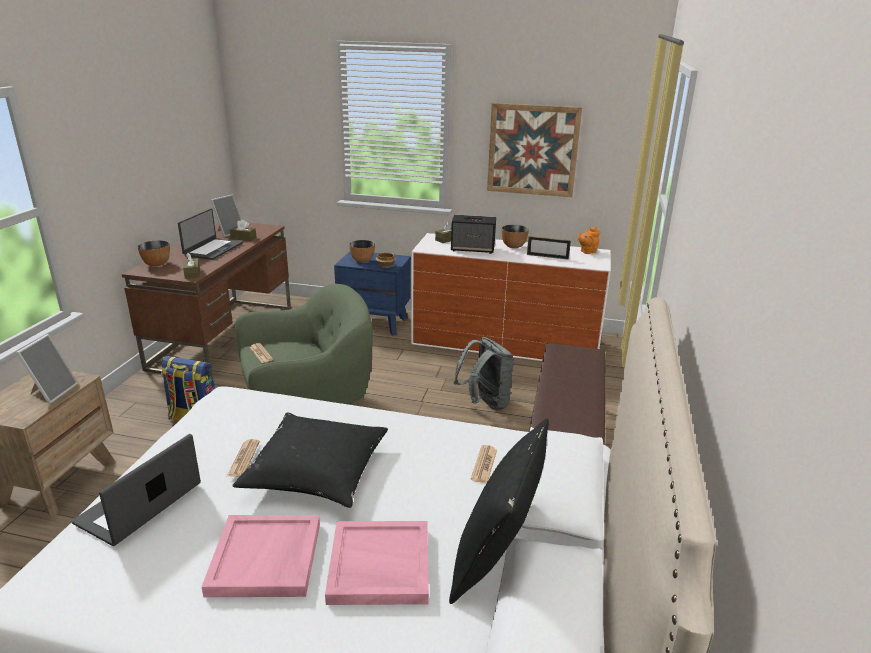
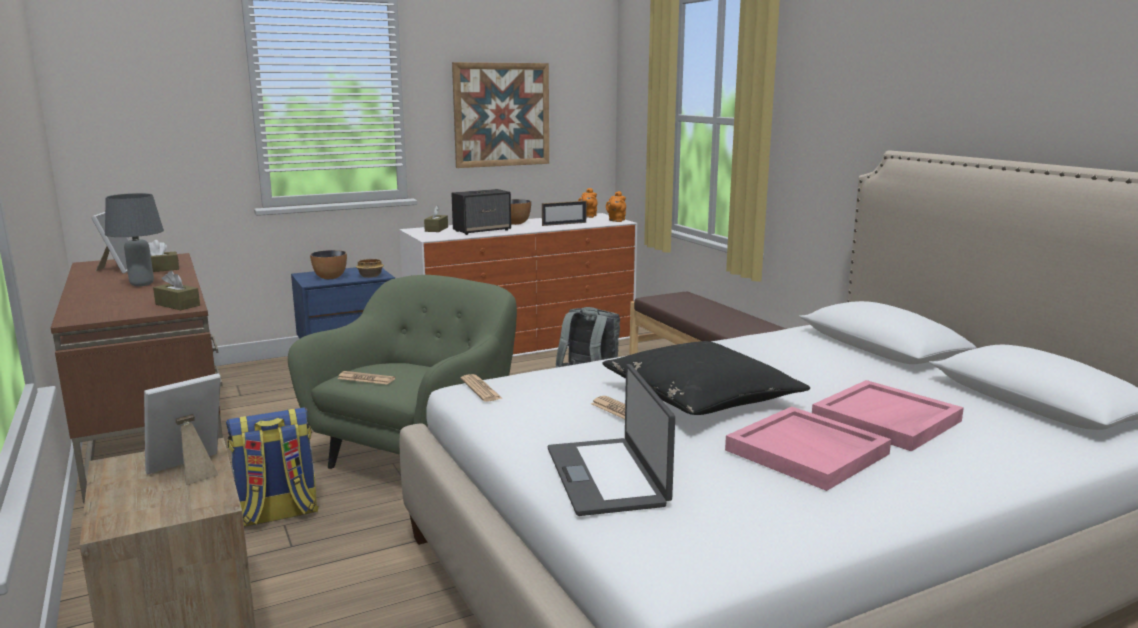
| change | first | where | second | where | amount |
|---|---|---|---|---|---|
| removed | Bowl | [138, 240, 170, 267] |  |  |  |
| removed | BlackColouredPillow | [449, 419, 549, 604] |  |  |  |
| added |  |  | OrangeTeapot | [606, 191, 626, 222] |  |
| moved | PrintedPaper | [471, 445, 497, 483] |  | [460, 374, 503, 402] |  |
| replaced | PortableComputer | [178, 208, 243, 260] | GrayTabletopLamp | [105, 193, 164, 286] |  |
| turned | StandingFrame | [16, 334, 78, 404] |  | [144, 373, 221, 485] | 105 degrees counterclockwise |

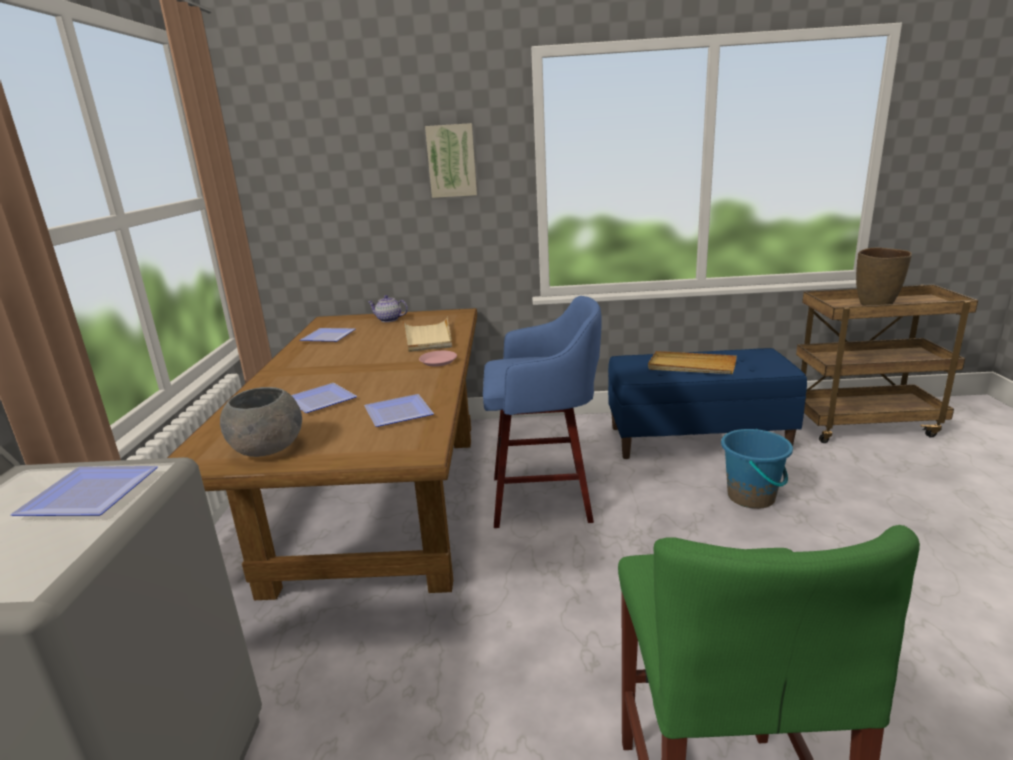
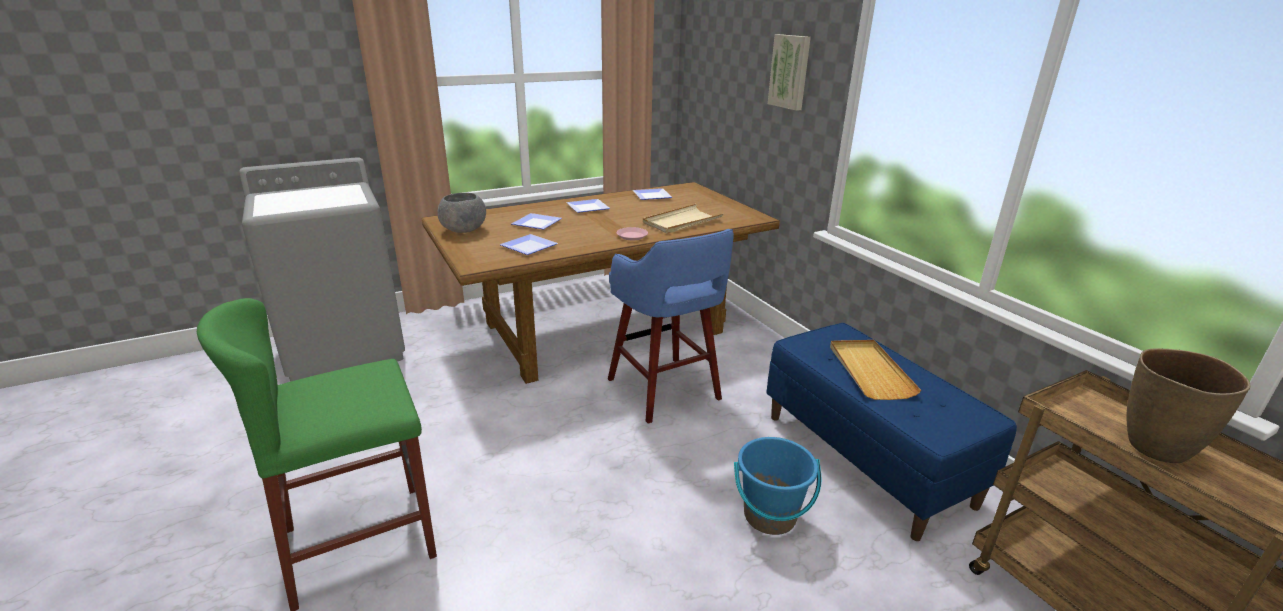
| change | first | where | second | where | amount |
|---|---|---|---|---|---|
| removed | Teapot | [368, 295, 408, 322] |  |  |  |
| moved | FlatDish | [10, 466, 158, 516] |  | [566, 199, 610, 213] |  |

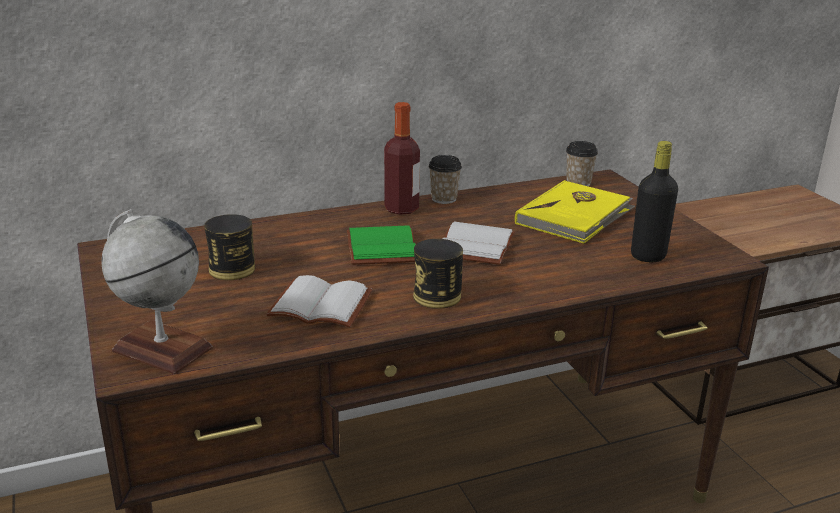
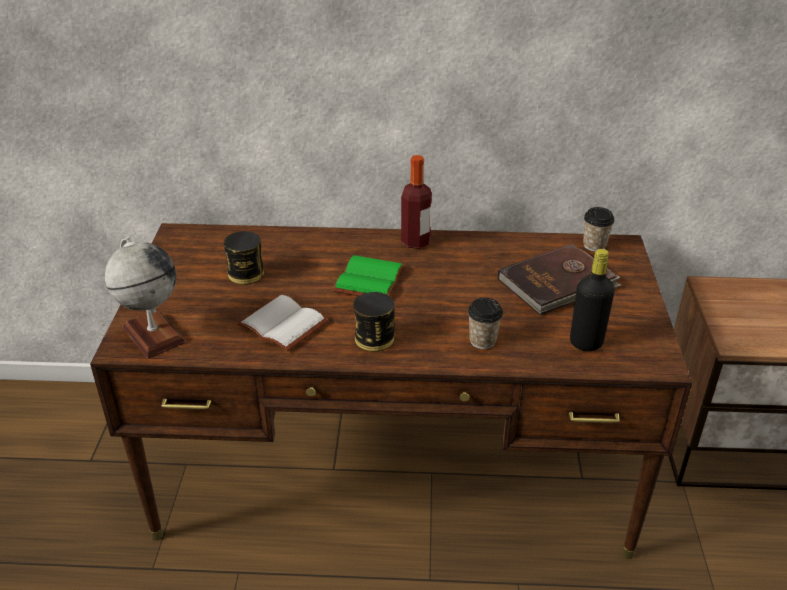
| change | first | where | second | where | amount |
|---|---|---|---|---|---|
| removed | WhitishBoundBook | [442, 222, 515, 265] |  |  |  |
| moved | SmallCup | [428, 155, 462, 204] |  | [468, 298, 503, 349] |  |
| recoloured | YellowBoundBook | [515, 180, 636, 244] | BrownColouredBoundBook | [498, 243, 621, 315] |  |

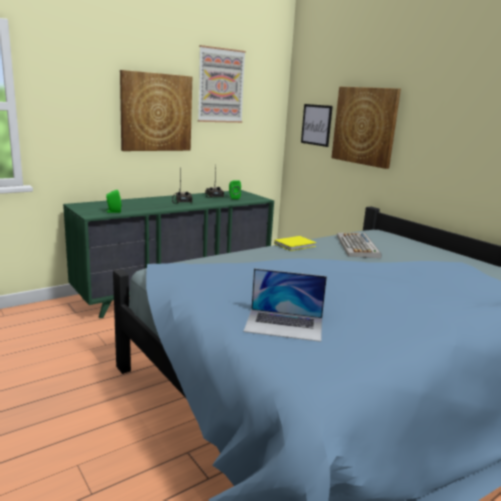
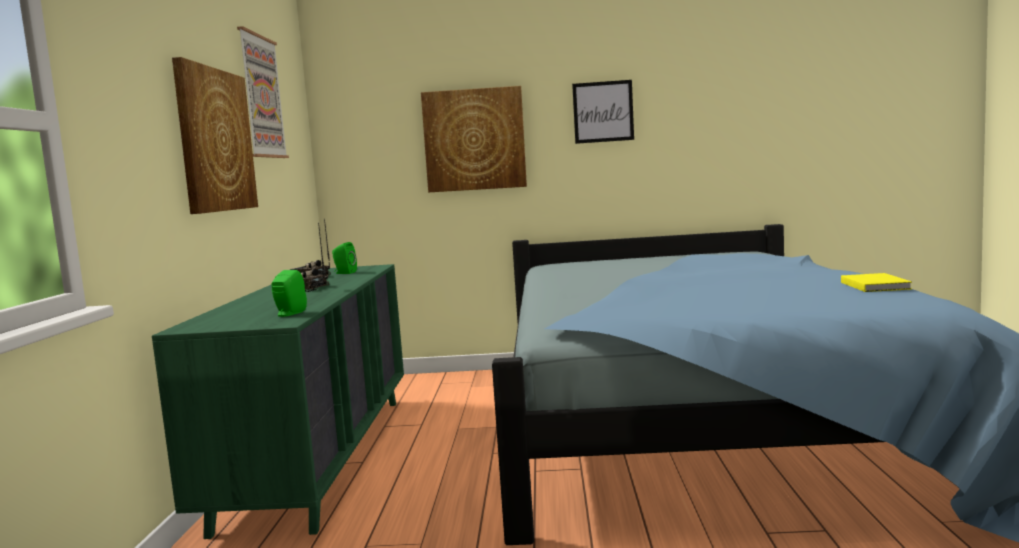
| change | first | where | second | where | amount |
|---|---|---|---|---|---|
| removed | PortableComputer | [243, 268, 327, 342] |  |  |  |
| removed | PcKeyboard | [337, 233, 381, 258] |  |  |  |
| moved | YellowBoundBook | [274, 236, 317, 251] |  | [841, 273, 912, 292] |  |
| moved | WallPicture | [301, 104, 333, 147] |  | [572, 80, 634, 144] |  |

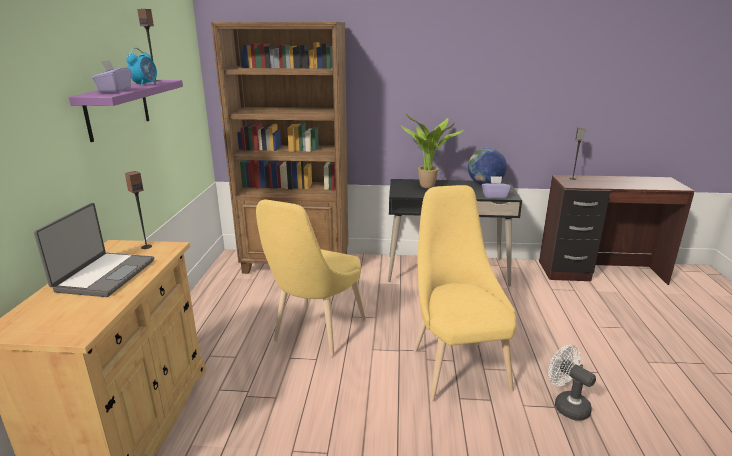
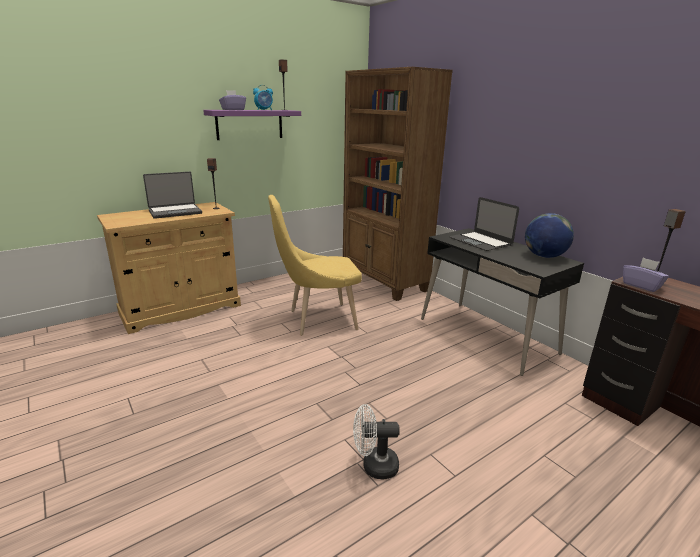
| change | first | where | second | where | amount |
|---|---|---|---|---|---|
| removed | YellowPlainChair | [413, 185, 516, 402] |  |  |  |
| moved | PurpleColouredTissueHolder | [482, 176, 511, 198] |  | [623, 258, 669, 292] |  |
| replaced | PlantInAPot | [401, 112, 464, 188] | PortableComputer | [450, 197, 519, 251] |  |
| turned | WhitishCoolingFan | [548, 345, 596, 421] |  | [353, 404, 400, 479] | 105 degrees counterclockwise |

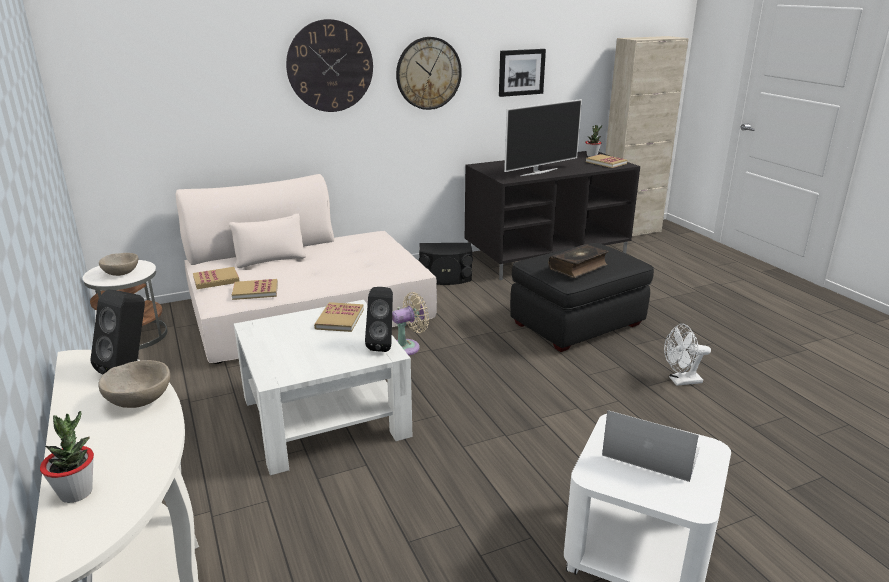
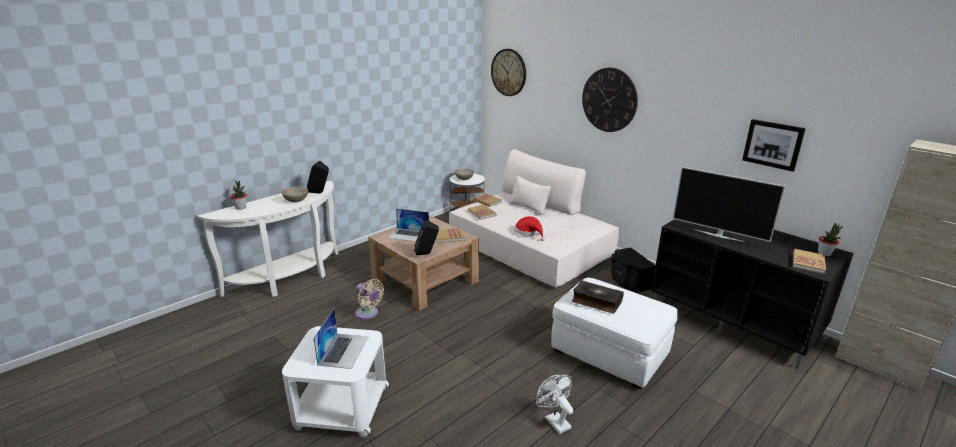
| change | first | where | second | where | amount |
|---|---|---|---|---|---|
| added |  |  | PortableComputer | [388, 208, 429, 242] |  |
| added |  |  | RedWearableHat | [515, 217, 545, 241] |  |
| moved | SandColouredCoolingFan | [392, 292, 429, 355] |  | [355, 279, 384, 320] |  |
| moved | WallClock | [396, 37, 462, 110] |  | [491, 49, 526, 96] |  |
| recoloured | WhitishCoffeeTable | [234, 300, 412, 475] | BrownColouredCoffeeTable | [368, 215, 479, 311] |  |
| recoloured | BlackColouredFootrest | [510, 243, 654, 352] | WhitishFootrest | [551, 278, 678, 390] |  |

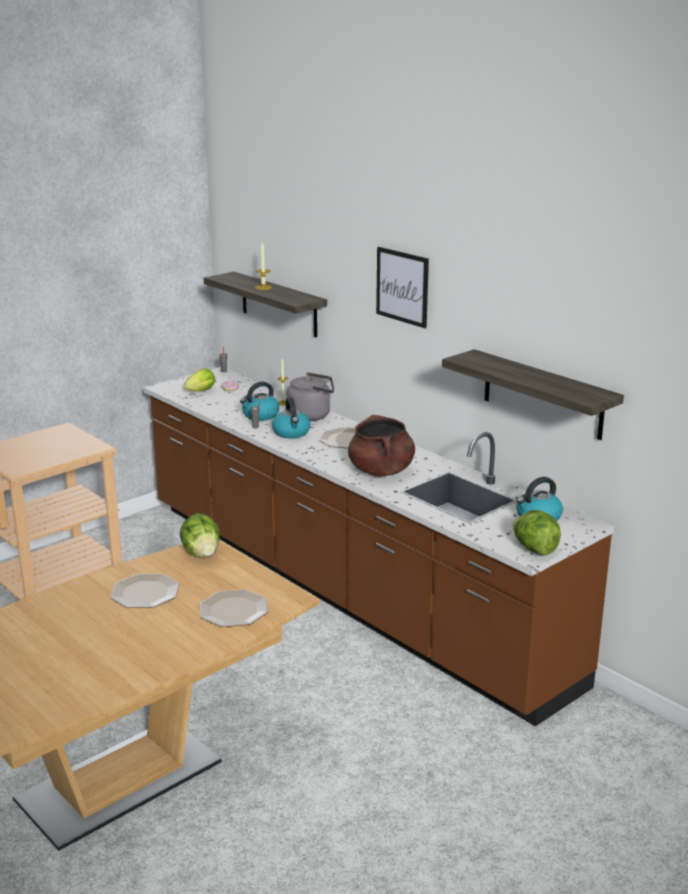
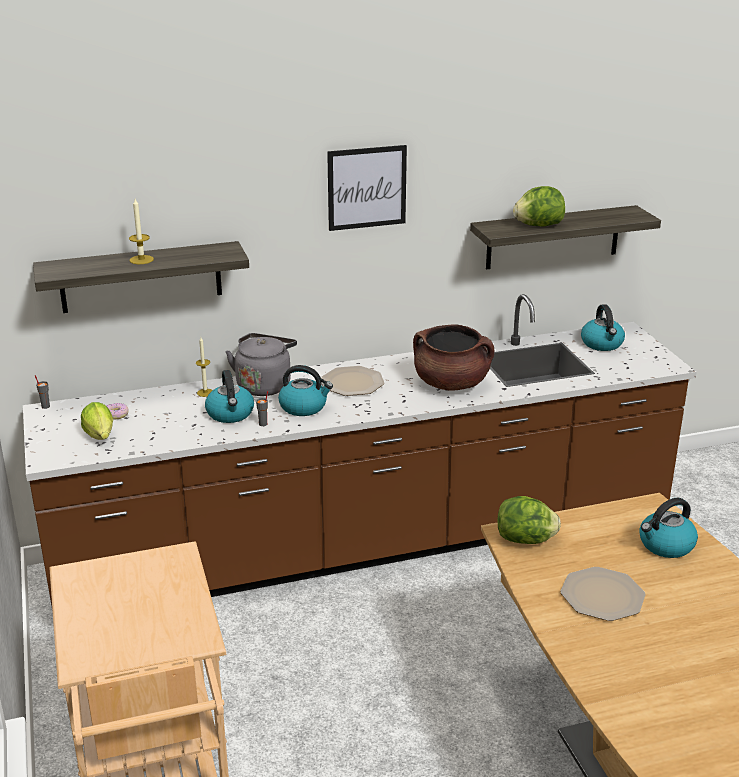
| change | first | where | second | where | amount |
|---|---|---|---|---|---|
| moved | HeadOfLettuce | [512, 510, 561, 555] |  | [513, 186, 565, 226] |  |
| replaced | FlatDish | [200, 589, 268, 627] | Kettle | [639, 498, 698, 558] |  |

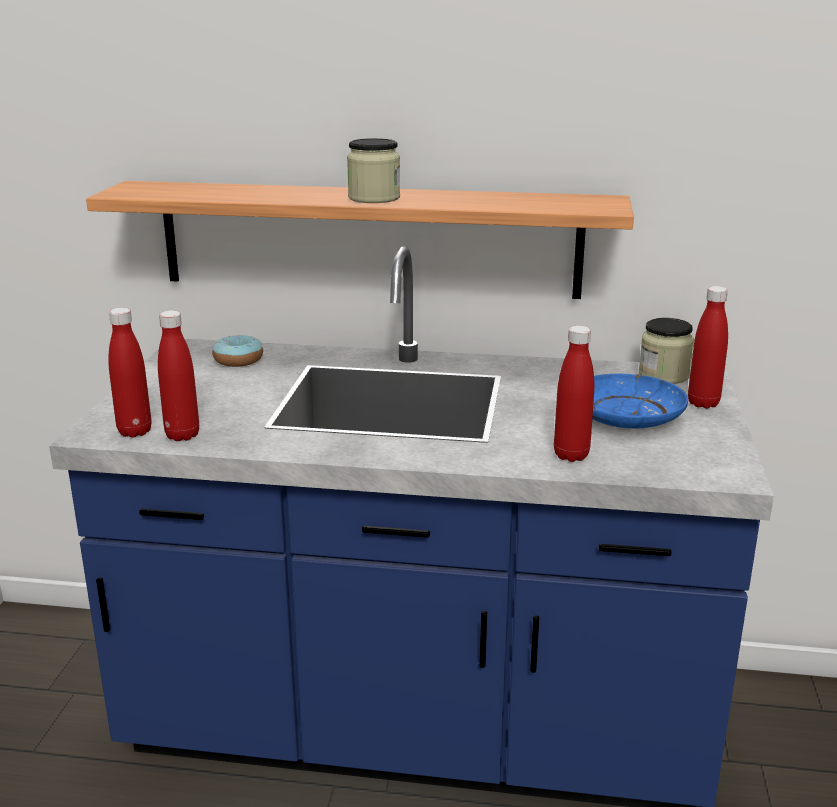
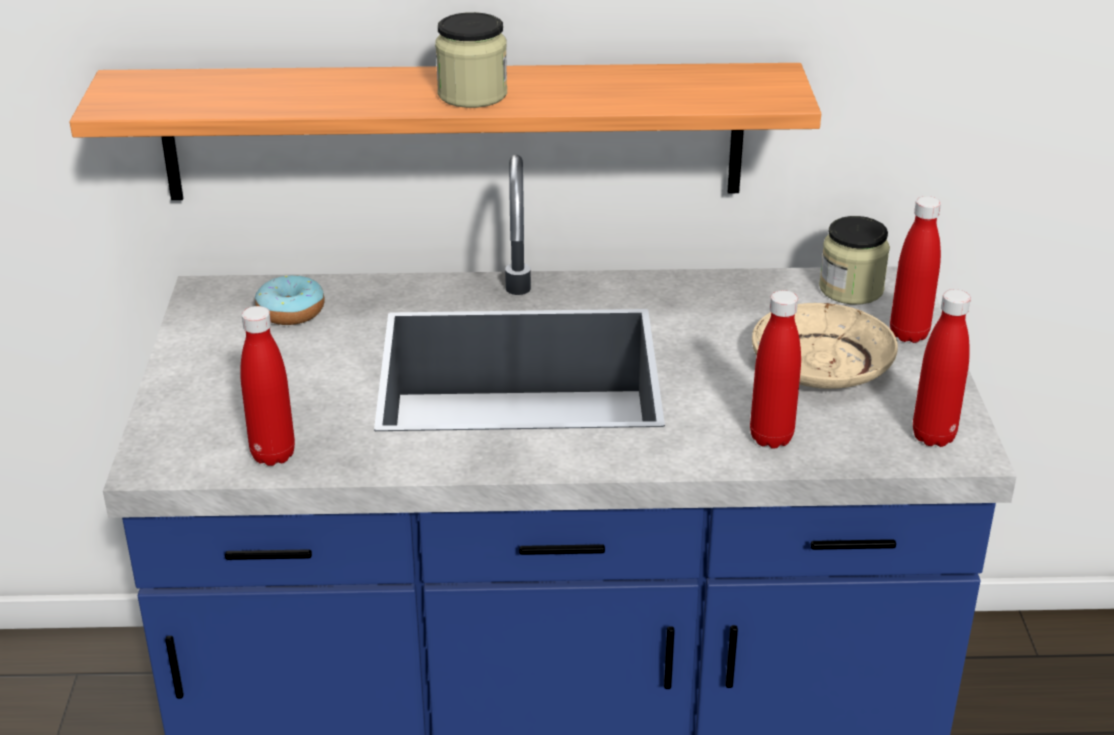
| change | first | where | second | where | amount |
|---|---|---|---|---|---|
| moved | RedBeverageBottle | [108, 308, 152, 438] |  | [913, 289, 971, 447] |  |
| recoloured | BlueColouredFlatDish | [592, 374, 688, 429] | SandColouredFlatDish | [752, 303, 898, 389] |  |

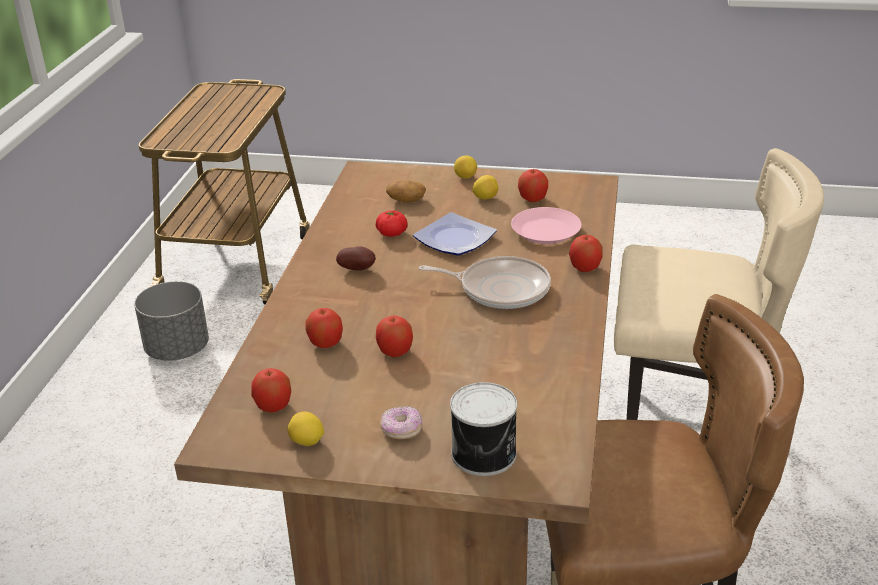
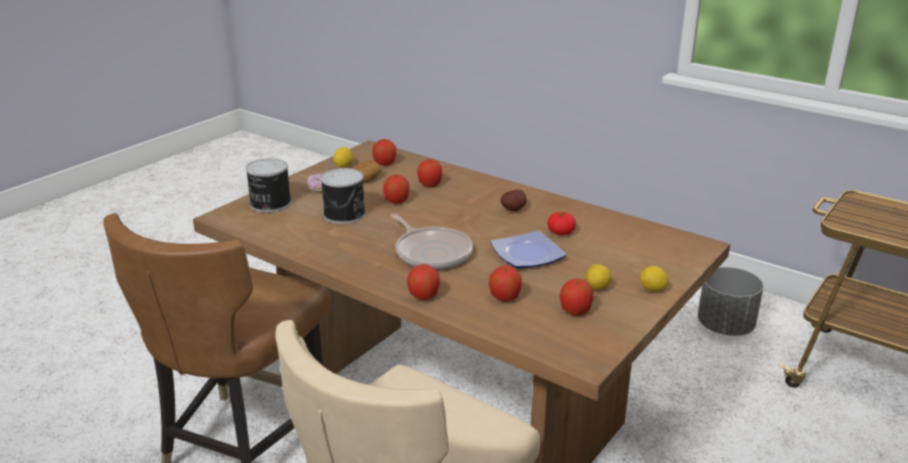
| change | first | where | second | where | amount |
|---|---|---|---|---|---|
| added |  |  | Can | [321, 168, 365, 224] |  |
| moved | WholePotato | [386, 180, 426, 203] |  | [354, 161, 381, 183] |  |
| replaced | PinkColouredFlatDish | [511, 207, 581, 244] | Apple | [489, 266, 522, 302] |  |
| turned | FryingPan | [419, 256, 551, 309] |  | [391, 214, 473, 270] | 75 degrees counterclockwise |

